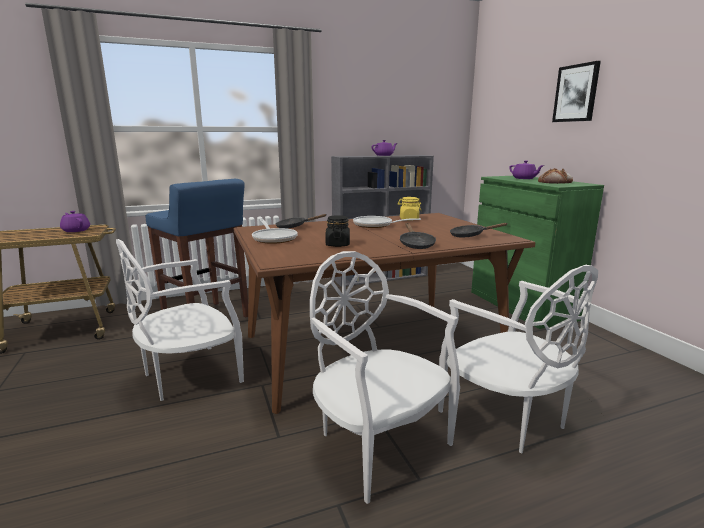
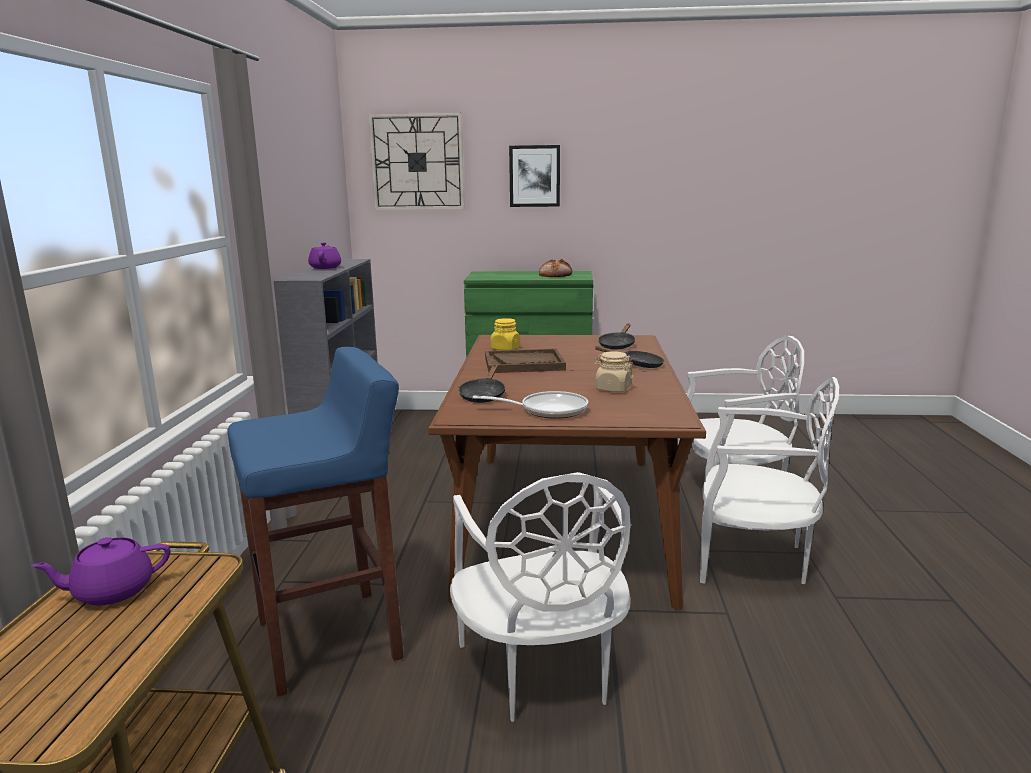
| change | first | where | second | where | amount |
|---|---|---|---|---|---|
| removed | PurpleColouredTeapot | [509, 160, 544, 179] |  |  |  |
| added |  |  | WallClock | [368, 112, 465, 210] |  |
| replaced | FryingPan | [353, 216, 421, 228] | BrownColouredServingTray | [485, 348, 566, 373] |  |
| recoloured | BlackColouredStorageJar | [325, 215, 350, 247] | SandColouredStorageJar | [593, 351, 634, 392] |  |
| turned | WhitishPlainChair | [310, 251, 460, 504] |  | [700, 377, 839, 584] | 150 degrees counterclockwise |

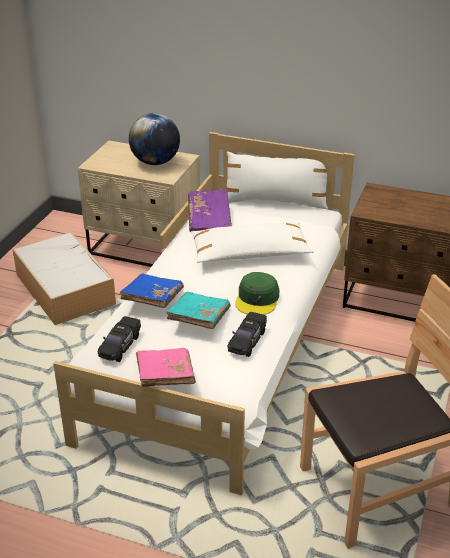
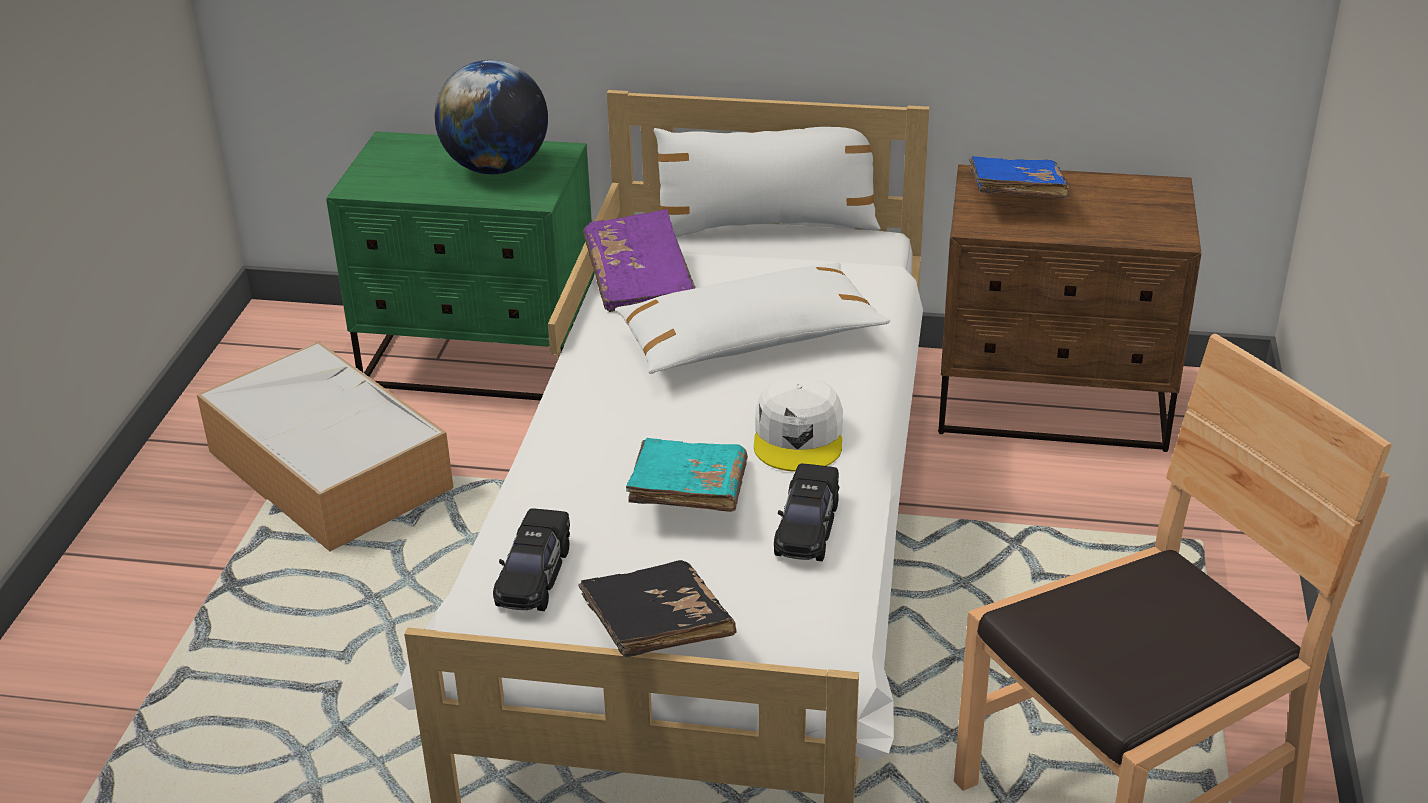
| change | first | where | second | where | amount |
|---|---|---|---|---|---|
| moved | BlueColouredBoundBook | [120, 273, 184, 308] |  | [969, 156, 1070, 199] |  |
| recoloured | SandColouredNightstand | [77, 141, 200, 267] | GreenNightstand | [326, 132, 595, 401] |  |
| recoloured | PinkColouredBoundBook | [136, 348, 196, 387] | BlackColouredBoundBook | [579, 560, 737, 658] |  |
| recoloured | GreenCap | [235, 272, 279, 315] | WhitishCap | [754, 377, 843, 472] |  |

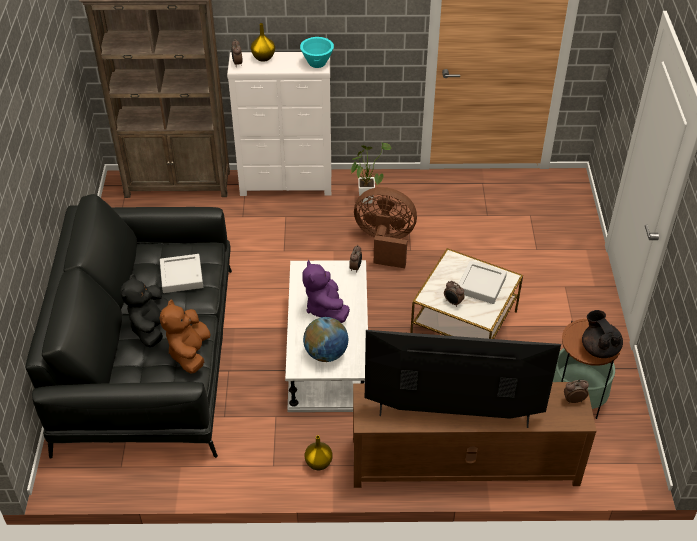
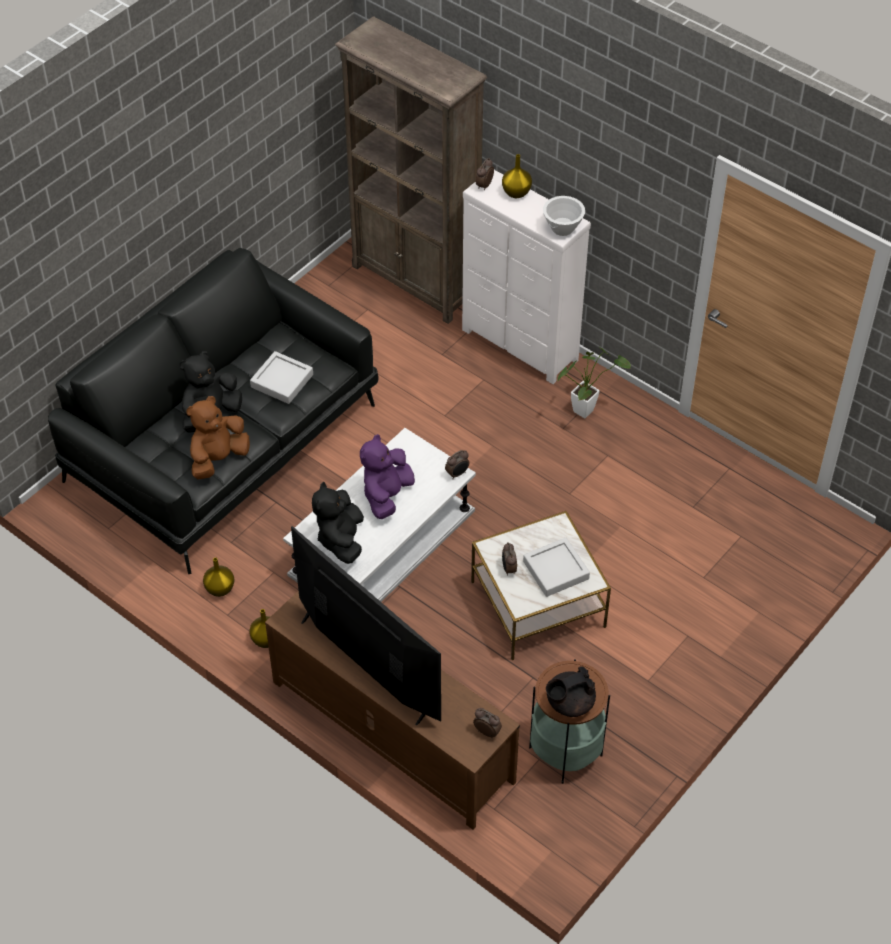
| change | first | where | second | where | amount |
|---|---|---|---|---|---|
| removed | BrownColouredCoolingFan | [354, 187, 417, 268] |  |  |  |
| added |  |  | YellowDecorativeVase | [203, 558, 234, 597] |  |
| replaced | WorldGlobe | [303, 317, 349, 362] | BlackColouredPlushToy | [312, 482, 364, 564] |  |
| recoloured | BlueGreenBowl | [300, 37, 334, 68] | WhitishBowl | [543, 196, 585, 236] |  |
| turned | BlackColouredTeapot | [582, 310, 623, 358] |  | [546, 667, 596, 717] | 135 degrees counterclockwise |

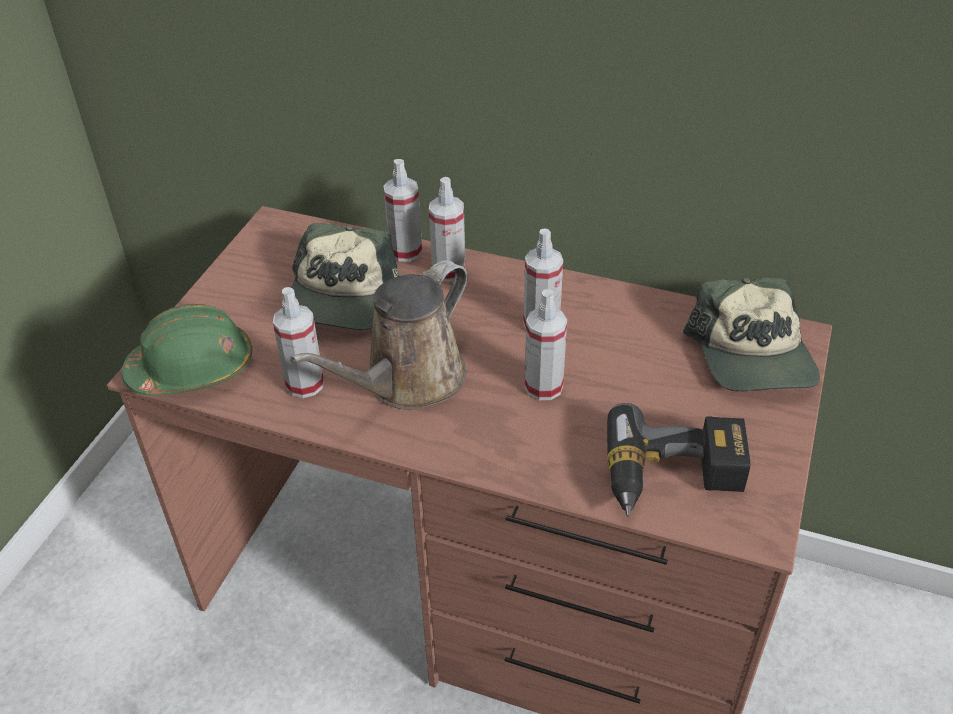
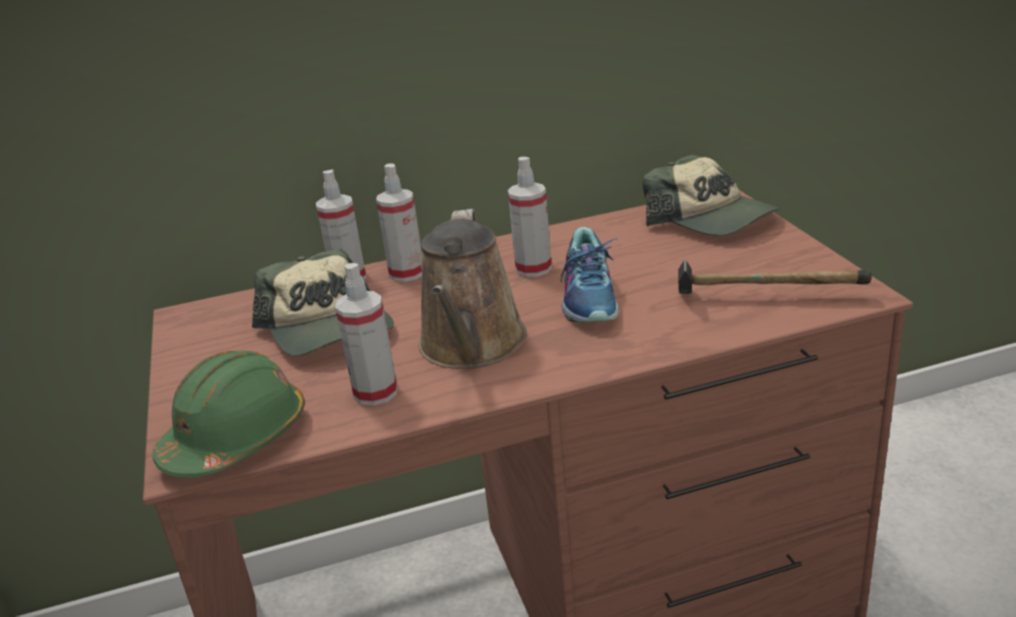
| change | first | where | second | where | amount |
|---|---|---|---|---|---|
| replaced | SprayBottle | [525, 289, 567, 400] | LowShoe | [561, 227, 619, 322] |  |
| replaced | ElectricDrill | [607, 403, 750, 516] | HandHammer | [678, 260, 872, 294] |  |

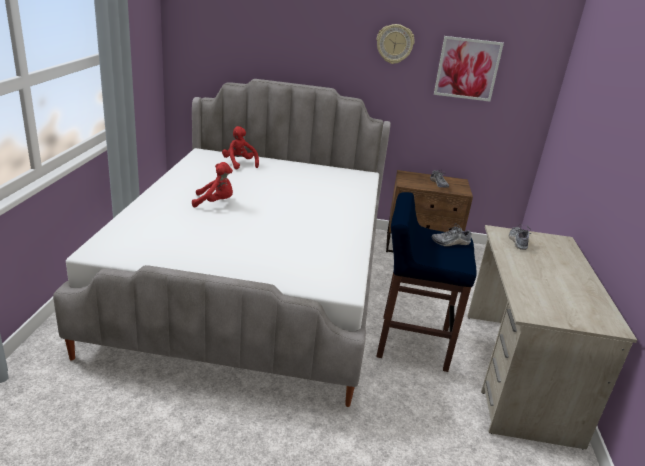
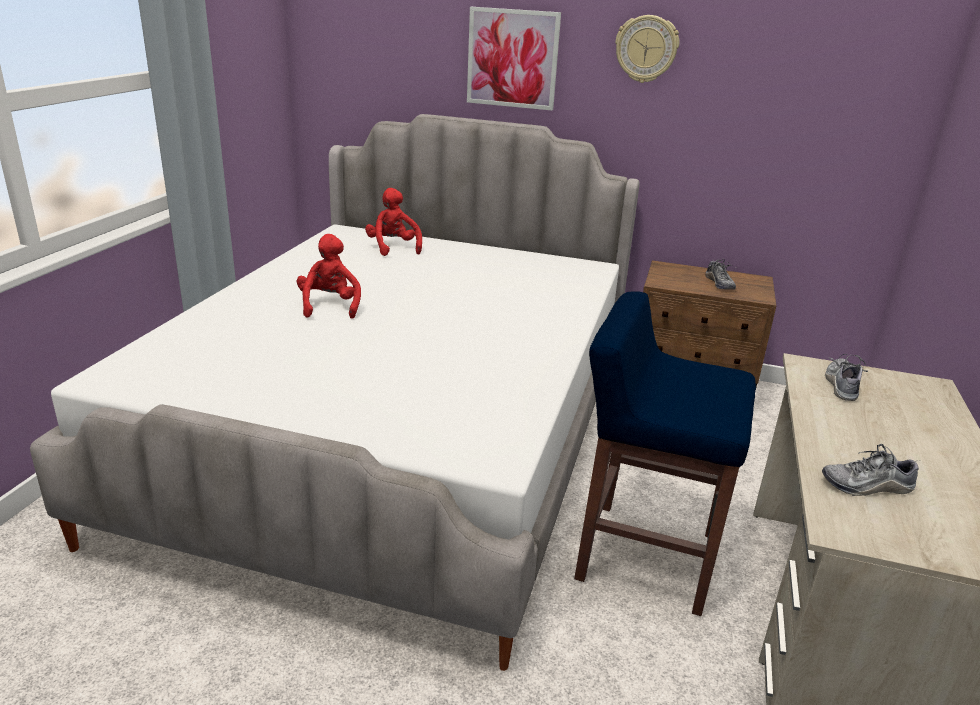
| change | first | where | second | where | amount |
|---|---|---|---|---|---|
| moved | LowShoe | [432, 223, 471, 246] |  | [822, 444, 919, 496] |  |
| moved | WallPicture | [434, 36, 504, 102] |  | [467, 7, 561, 110] |  |
| turned | RedPlushToy | [192, 162, 233, 208] |  | [297, 234, 361, 319] | 105 degrees counterclockwise |

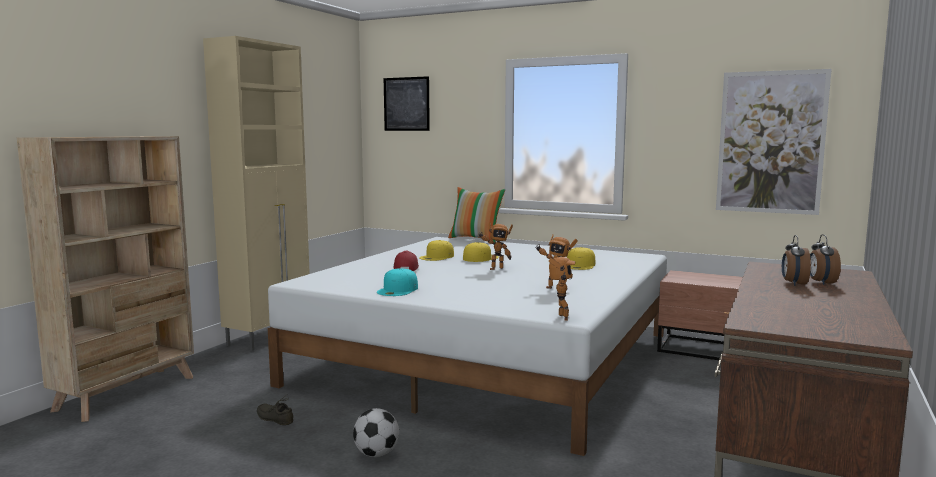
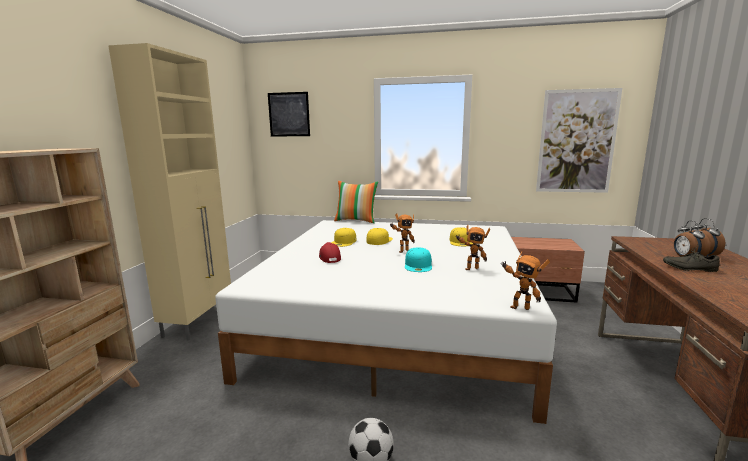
| change | first | where | second | where | amount |
|---|---|---|---|---|---|
| moved | GrayLowShoe | [257, 396, 293, 425] |  | [663, 244, 720, 272] |  |
| moved | BlueGreenCap | [377, 268, 418, 296] |  | [405, 248, 432, 272] |  |
| turned | ModelRobot | [549, 255, 576, 321] |  | [502, 251, 550, 310] | 135 degrees clockwise |

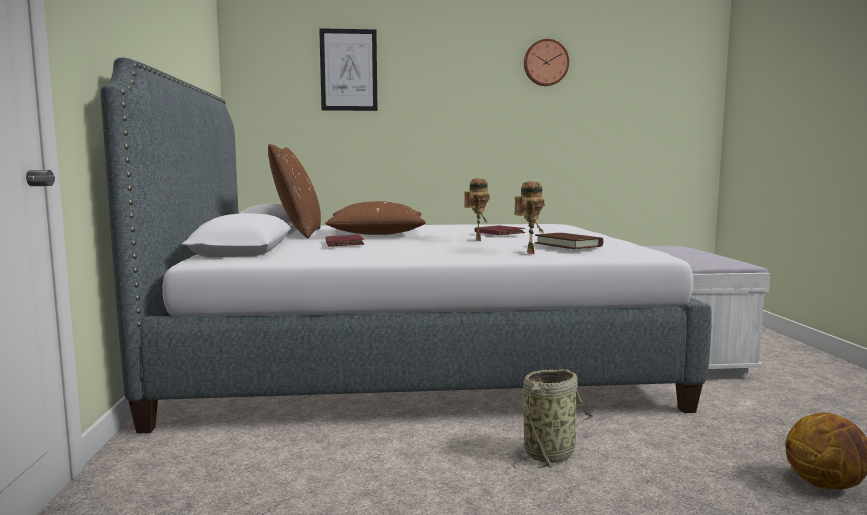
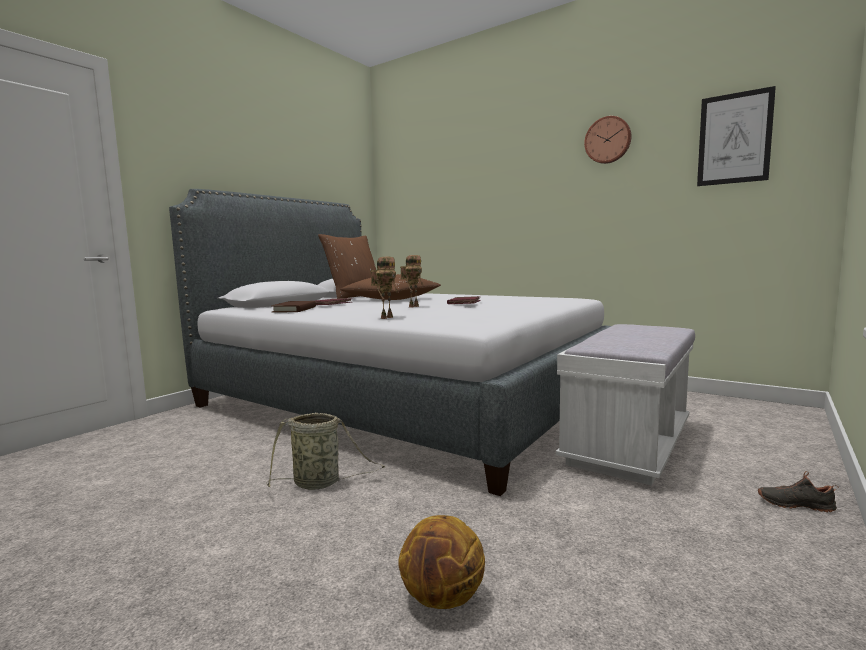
| change | first | where | second | where | amount |
|---|---|---|---|---|---|
| added |  |  | BlackColouredLowShoe | [758, 471, 838, 512] |  |
| moved | WallPicture | [319, 28, 377, 111] |  | [697, 86, 776, 186] |  |
| moved | BrownColouredBoundBook | [535, 233, 603, 249] |  | [271, 301, 316, 313] |  |

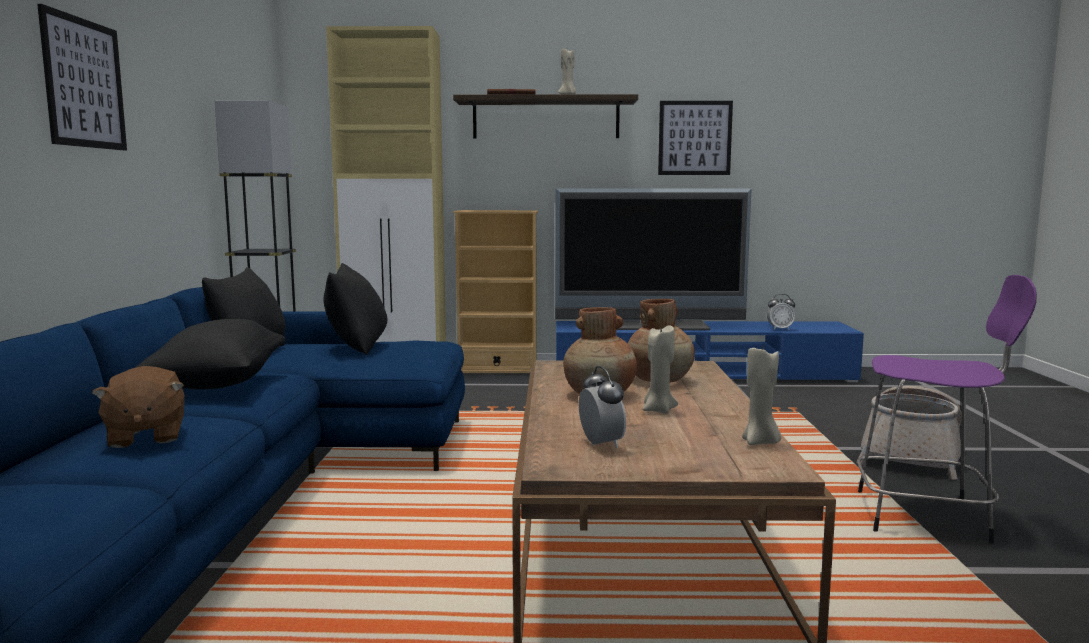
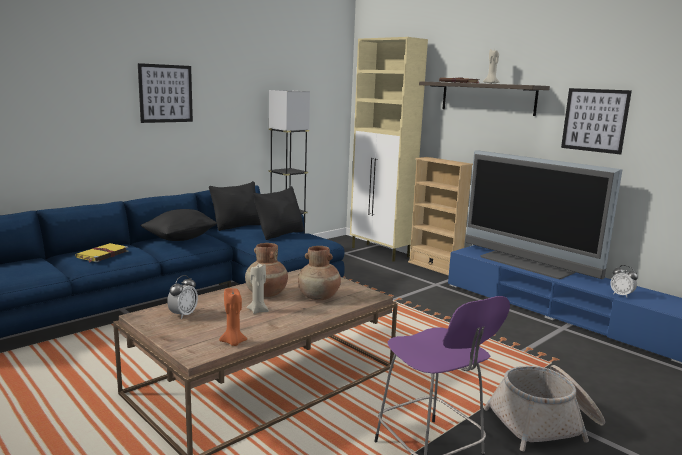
| change | first | where | second | where | amount |
|---|---|---|---|---|---|
| replaced | BrownColouredPlushToy | [92, 366, 185, 448] | YellowBoundBook | [75, 243, 129, 263] |  |
| recoloured | SandColouredWaxLight | [742, 346, 781, 445] | OrangeWaxLight | [219, 288, 247, 346] |  |

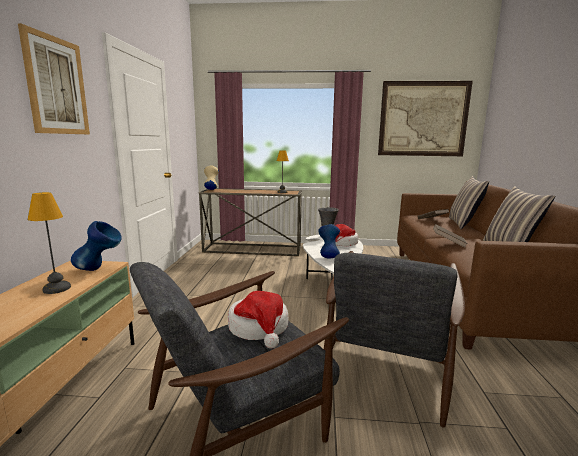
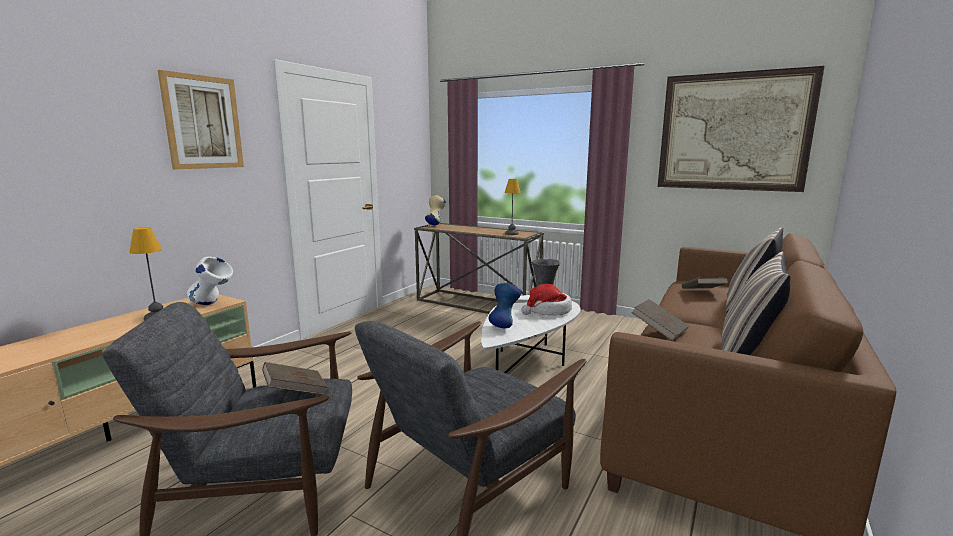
| change | first | where | second | where | amount |
|---|---|---|---|---|---|
| replaced | WearableHat | [228, 291, 289, 349] | BrownColouredBoundBook | [262, 362, 327, 395] |  |
| recoloured | BlueColouredDecorativeVase | [71, 221, 122, 271] | WhitishDecorativeVase | [187, 257, 233, 305] |  |

